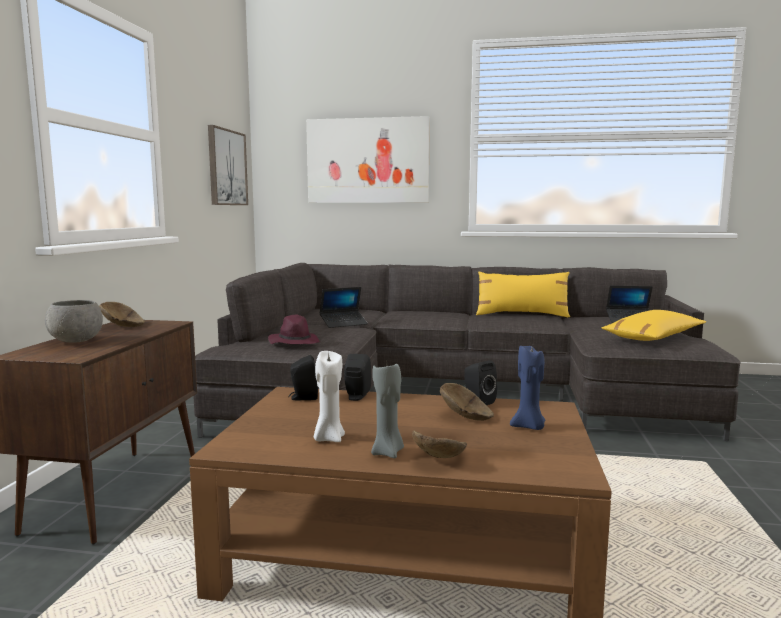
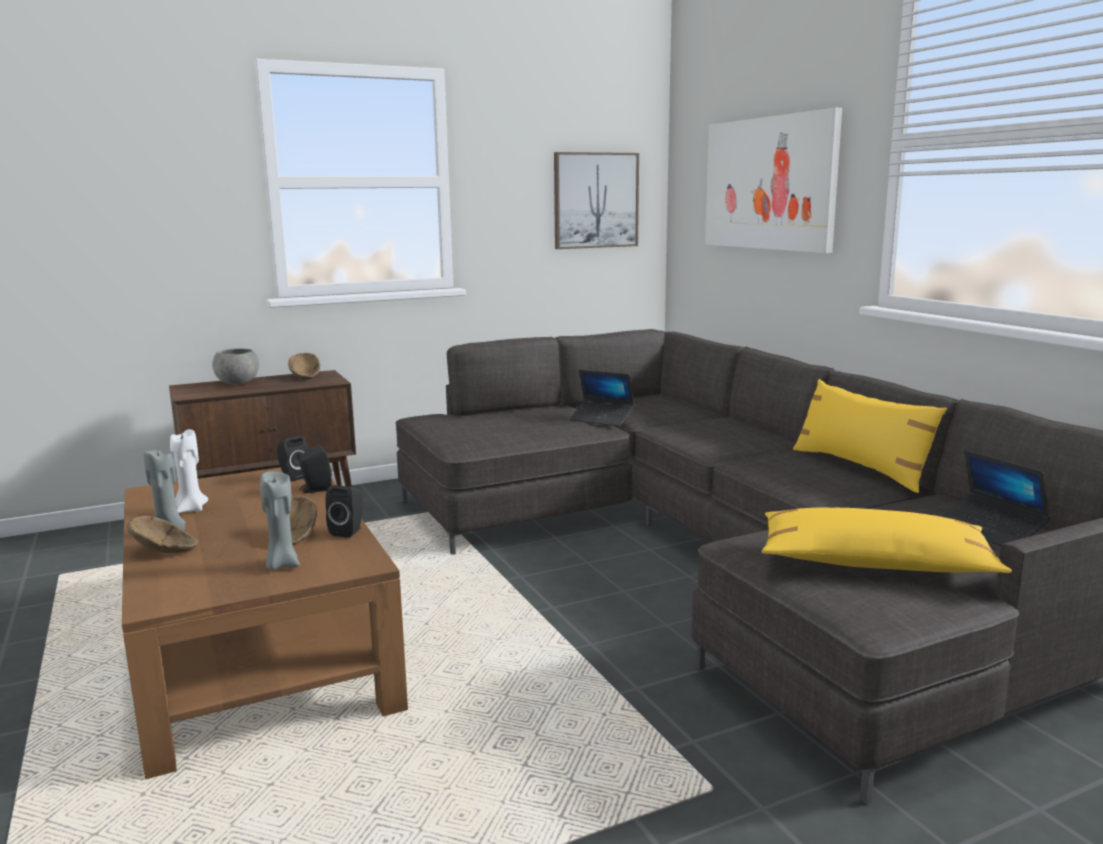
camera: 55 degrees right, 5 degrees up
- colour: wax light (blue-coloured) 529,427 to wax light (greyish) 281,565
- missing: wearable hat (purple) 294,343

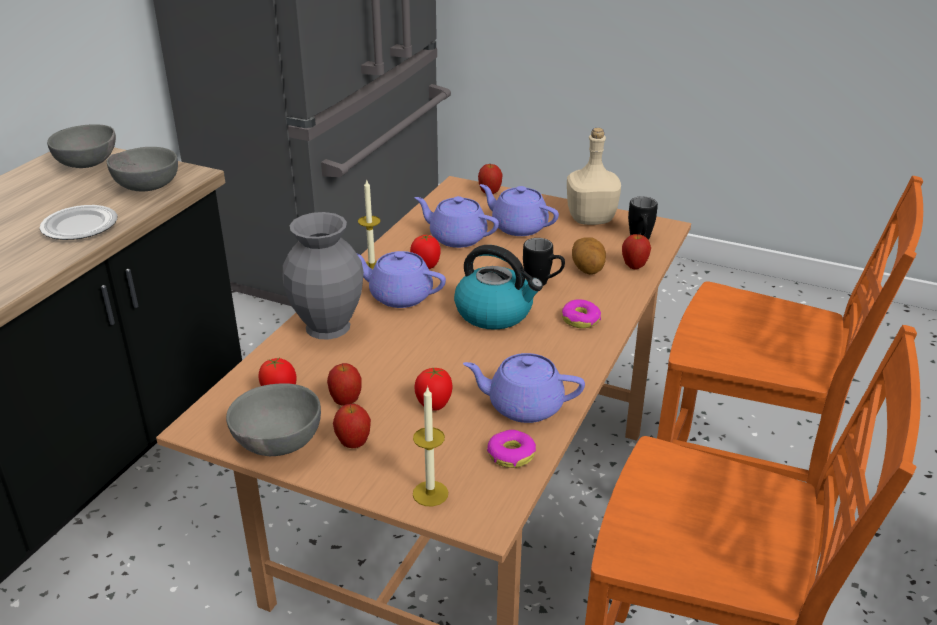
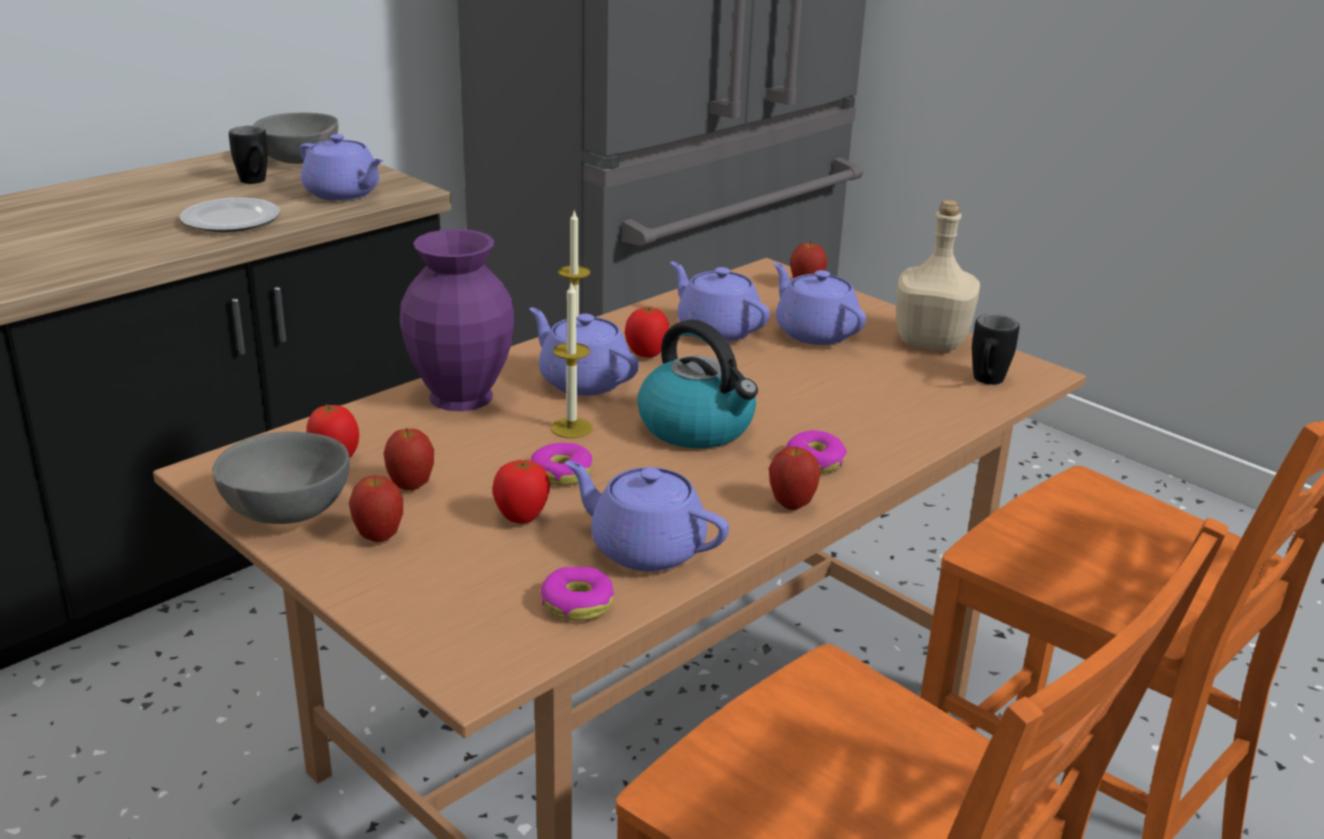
camera: 20 degrees right, 5 degrees down
- relocated: tea mug (blackish) 543,283 to 256,182
- exchanged: serving bowl (greyish) 146,187 to teapot (purple) 343,194
- colour: vase (greyish) 327,327 to vase (purple) 459,397
- appeared: doughnut 562,473
- relocated: wax light 430,493 to 571,428
- relocated: whole apple 634,266 to 791,504
- missing: spud 588,269

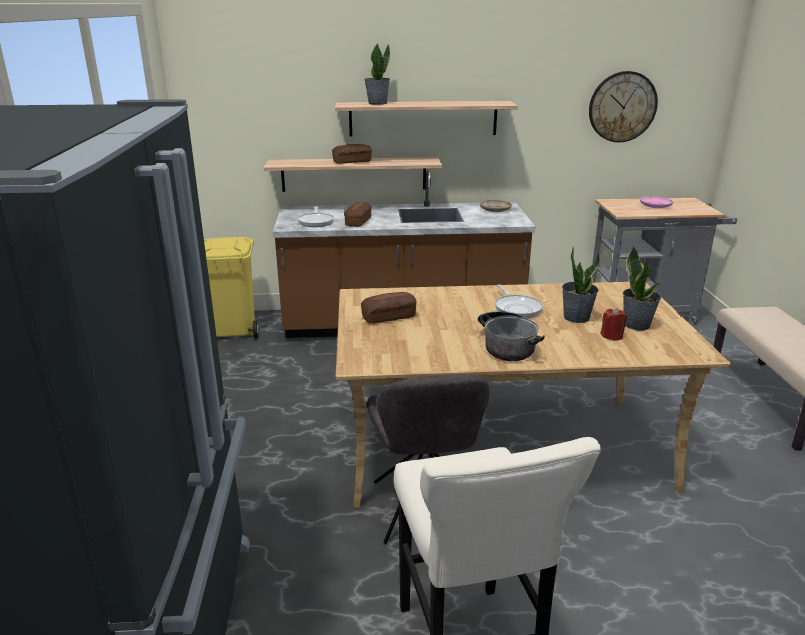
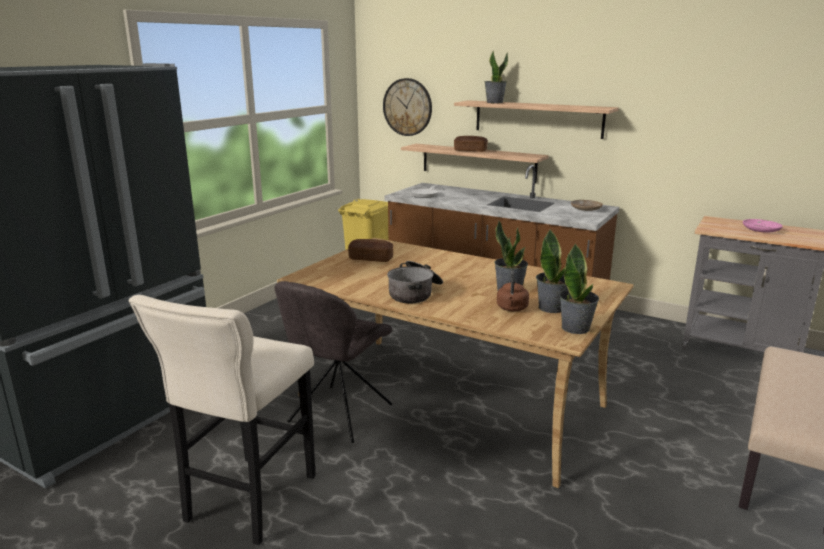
camera: 35 degrees right, 5 degrees down
- relocated: clock on the wall 622,107 to 407,107
- exchanged: wax light (red-coloured) 612,336 to tea kettle (brown) 512,309
- appeared: houseplant 576,328
- missing: baked bread 358,222
- missing: pan 517,308

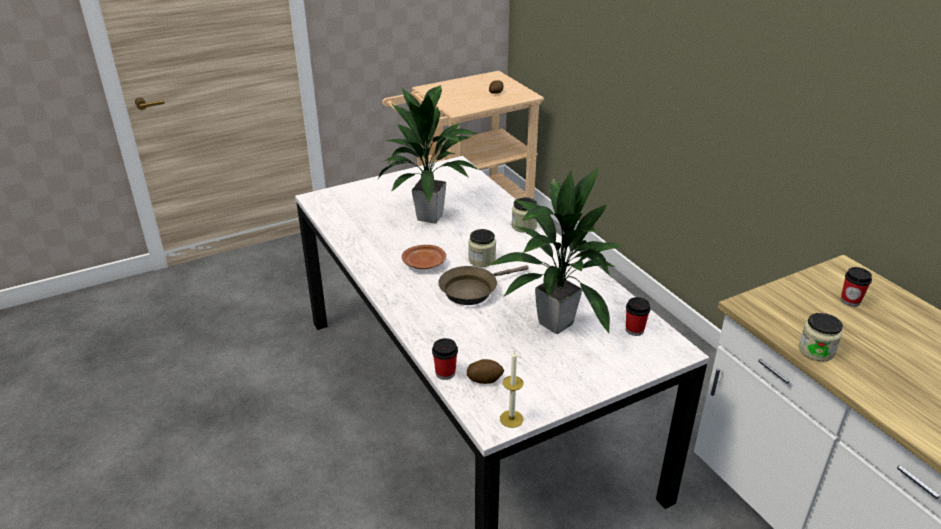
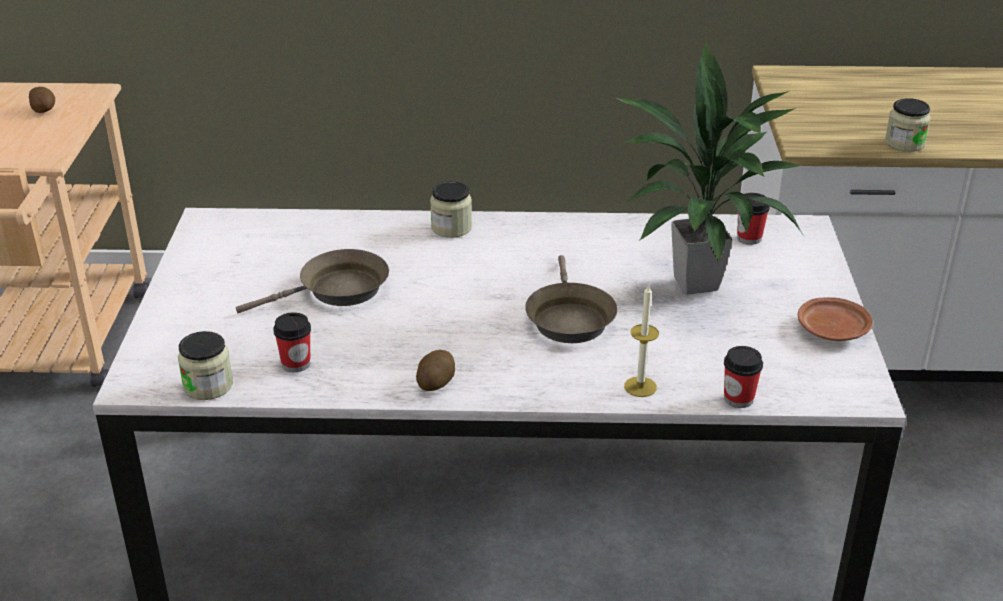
camera: 60 degrees left, 0 degrees up
- relocated: preserve jar 482,260 to 208,386
- exchanged: houseplant 431,216 to pan (brown) 337,291
- relocated: cup 850,301 to 296,363
- relocated: spud 485,379 to 436,382
- relocated: wax light 511,419 to 640,387
- relocated: dinner plate (brown) 425,263 to 832,330

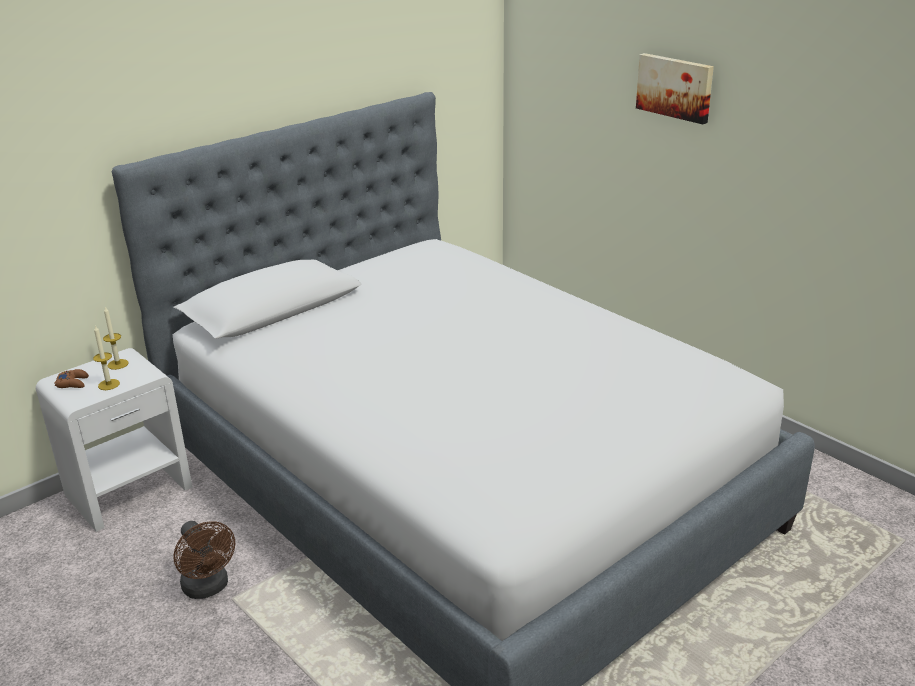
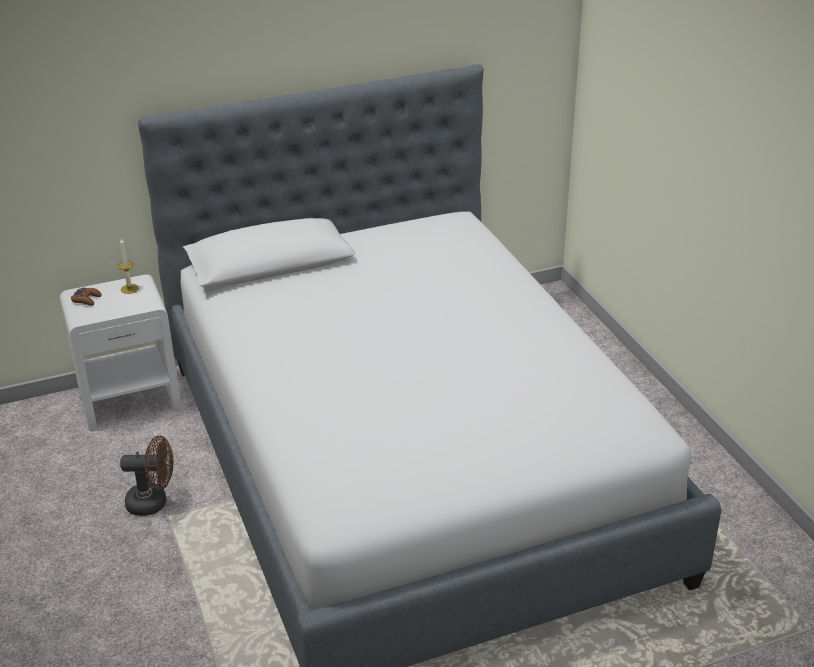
camera: 20 degrees right, 5 degrees up
- spun: cooling fan (brown) 208,588 = 153,502 75 degrees counterclockwise
- missing: wax light 109,384
- missing: wall art 675,87

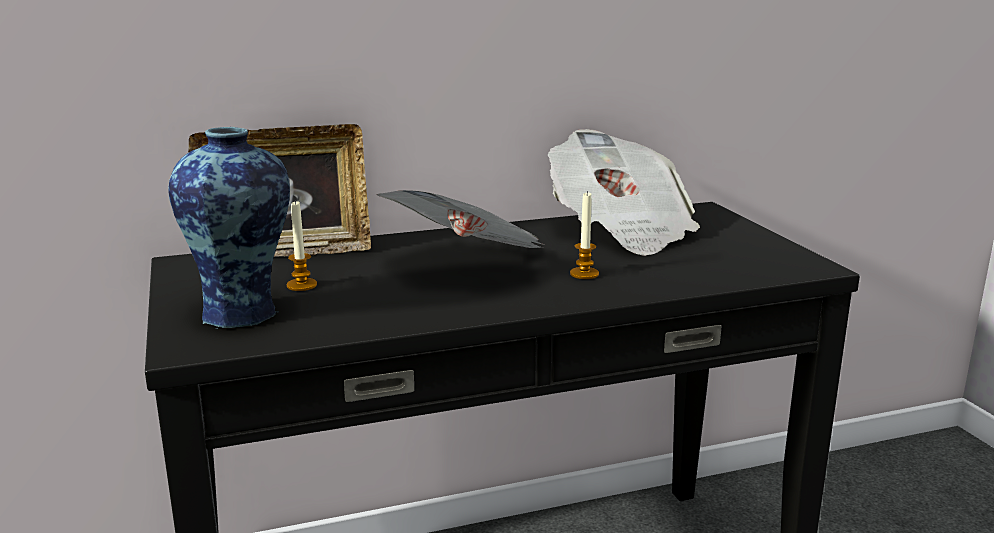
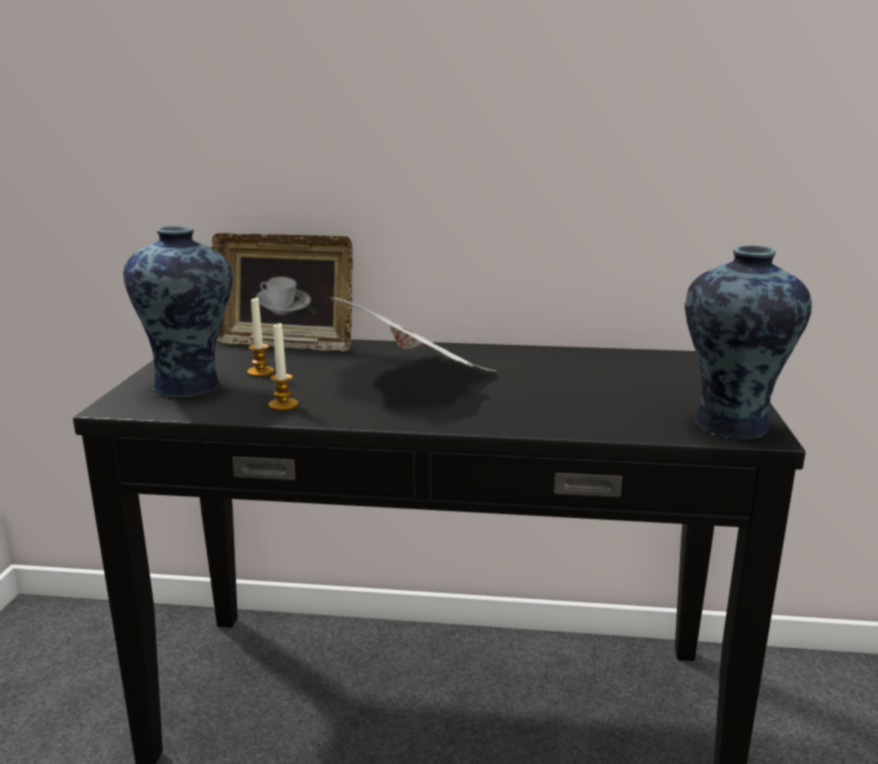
camera: 25 degrees right, 0 degrees up
- relocated: wax light 584,274 to 283,405
- appeared: vase 730,426
- missing: newspaper 621,230

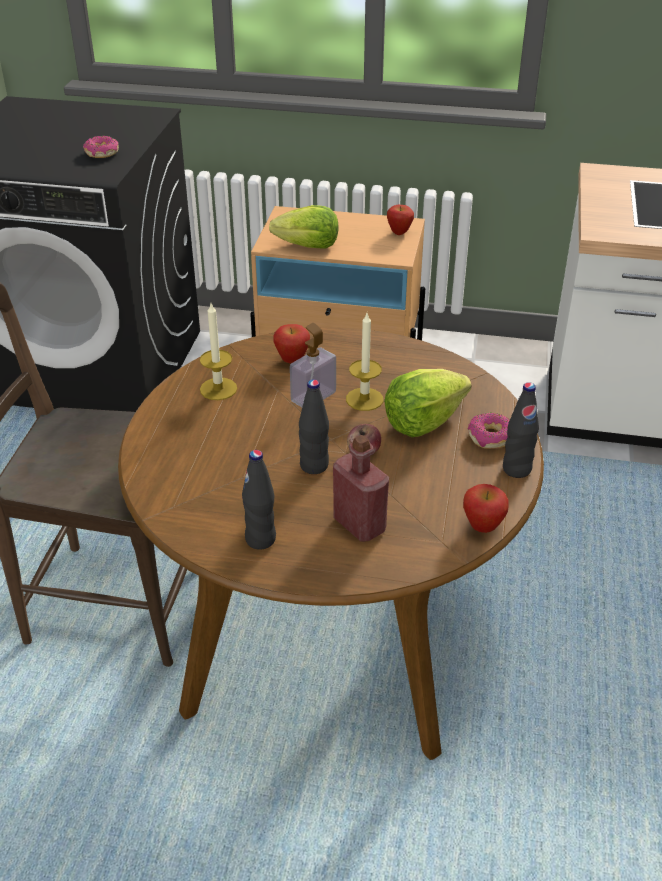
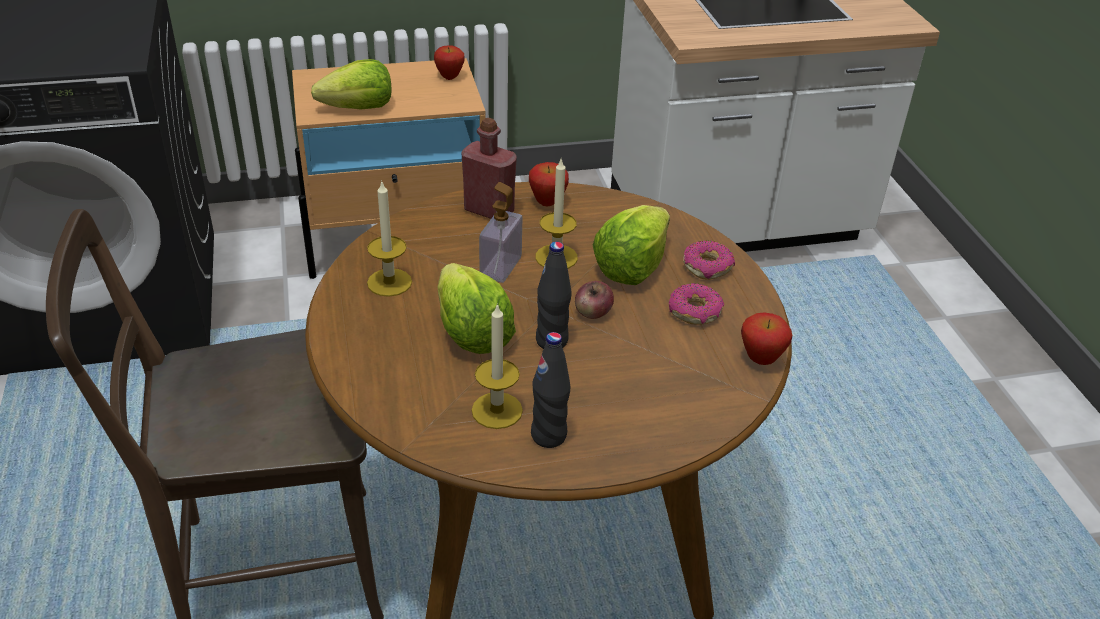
camera: 25 degrees left, 0 degrees up
- appeared: lettuce 471,333
- relocated: drink bottle (red-coloured) 359,525 to 489,210
- appeared: wax light 497,410
- relocated: whole apple 292,360 to 547,203
- relocated: doughnut 102,153 to 695,312
- missing: drink bottle (blackish) 516,469

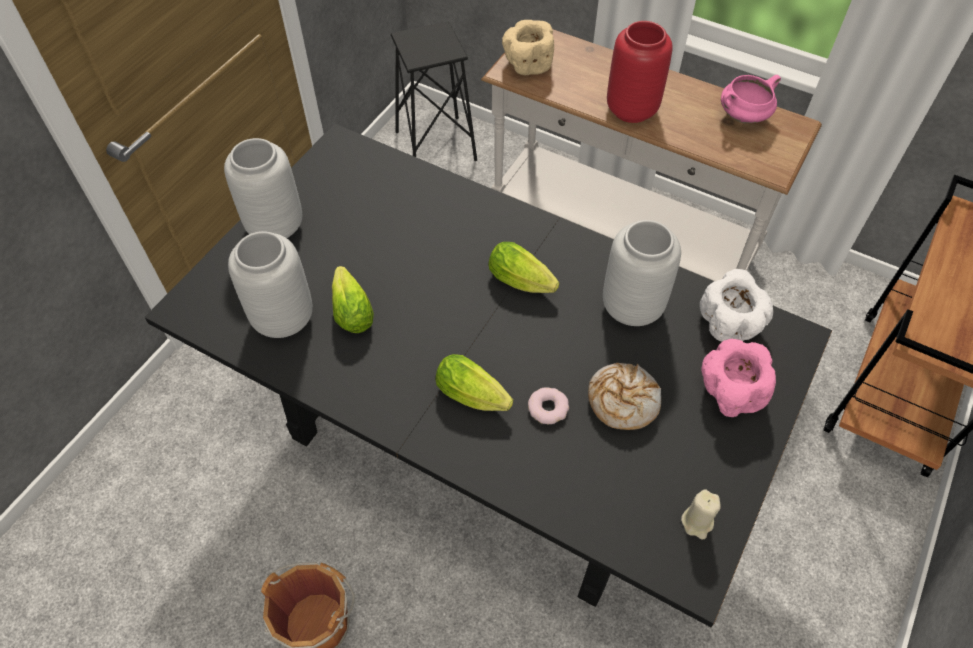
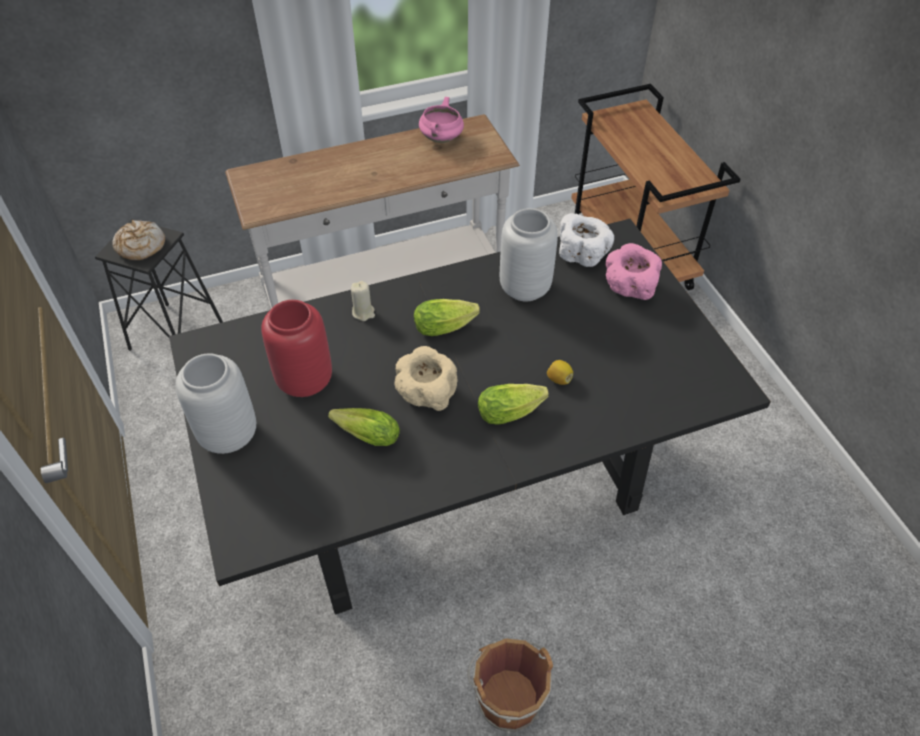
camera: 50 degrees left, 5 degrees down
- relocated: baked bread 622,401 to 140,246
- relocated: vase (red-coloured) 631,109 to 304,380
- relocated: wax light (beige-coloured) 697,522 to 363,312
- relocated: serving bowl (beige-coloured) 527,64 to 426,395
- exchanged: doughnut 548,408 to citrus fruit 559,379
- missing: vase (greyish) 282,318

